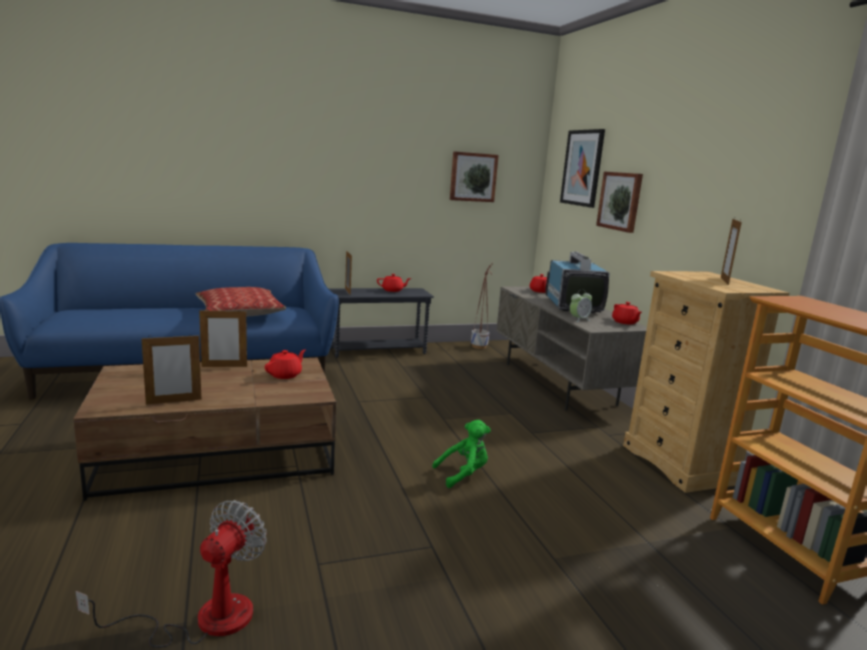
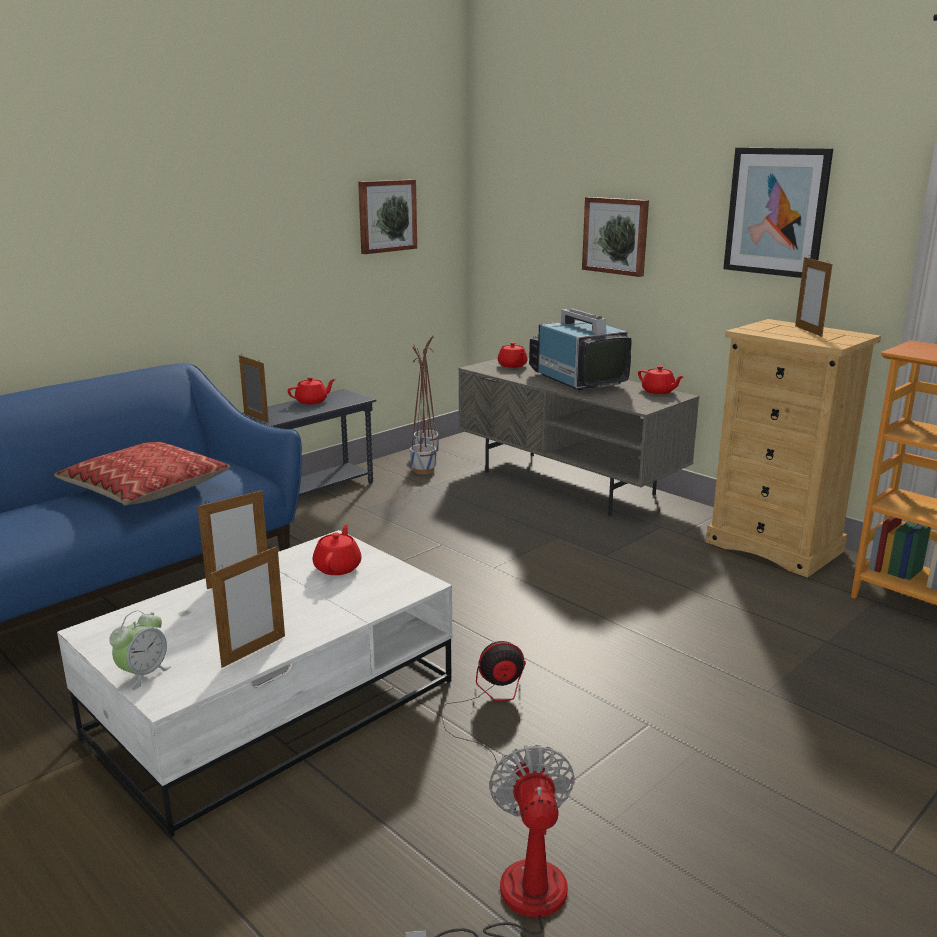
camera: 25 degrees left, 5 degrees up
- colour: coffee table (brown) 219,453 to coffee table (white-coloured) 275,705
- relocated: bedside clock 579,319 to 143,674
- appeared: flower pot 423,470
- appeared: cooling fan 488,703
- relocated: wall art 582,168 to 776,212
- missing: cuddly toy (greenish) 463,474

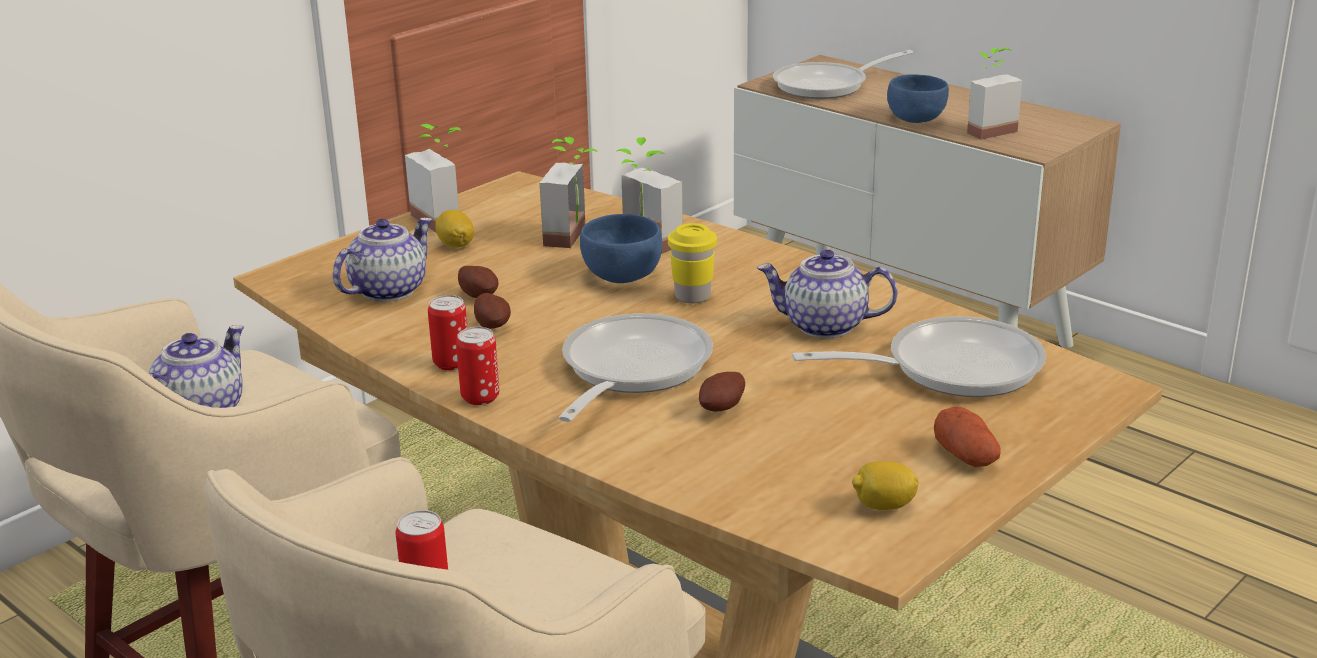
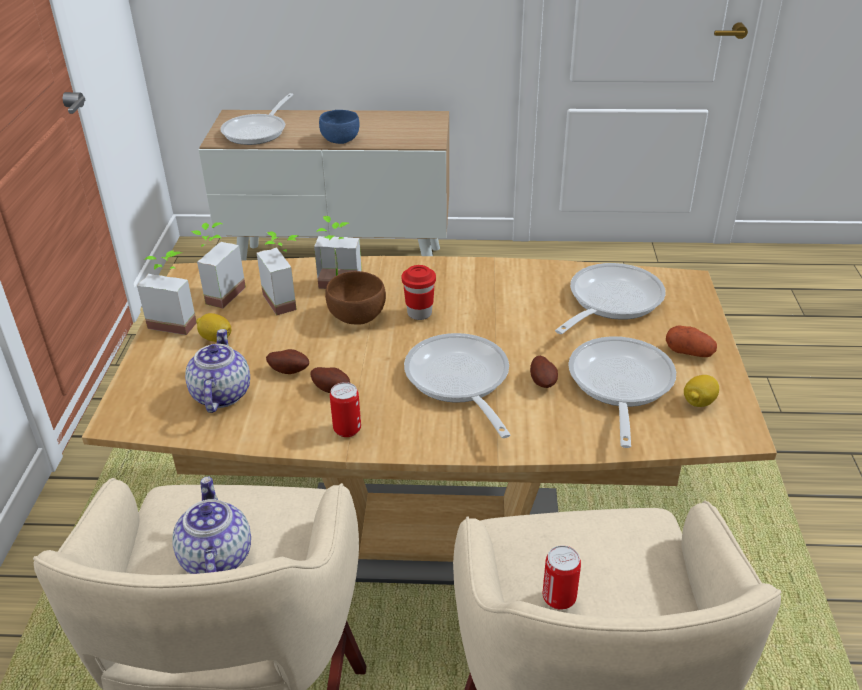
camera: 40 degrees left, 10 degrees up
- relocated: houseplant 986,129 to 218,293
- colour: serving bowl (blue-coloured) 623,275 to serving bowl (brown) 357,316
- colour: cup (yellow-coloured) 692,296 to cup (red-coloured) 419,313
- appeared: pan 619,385
- missing: metal can 480,397
- missing: teapot 824,326

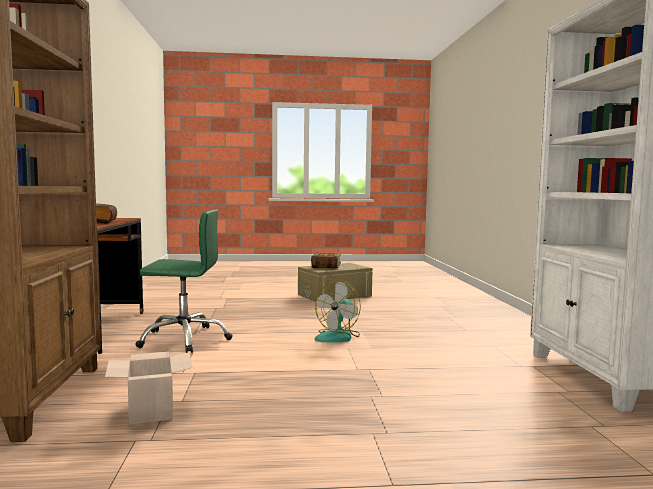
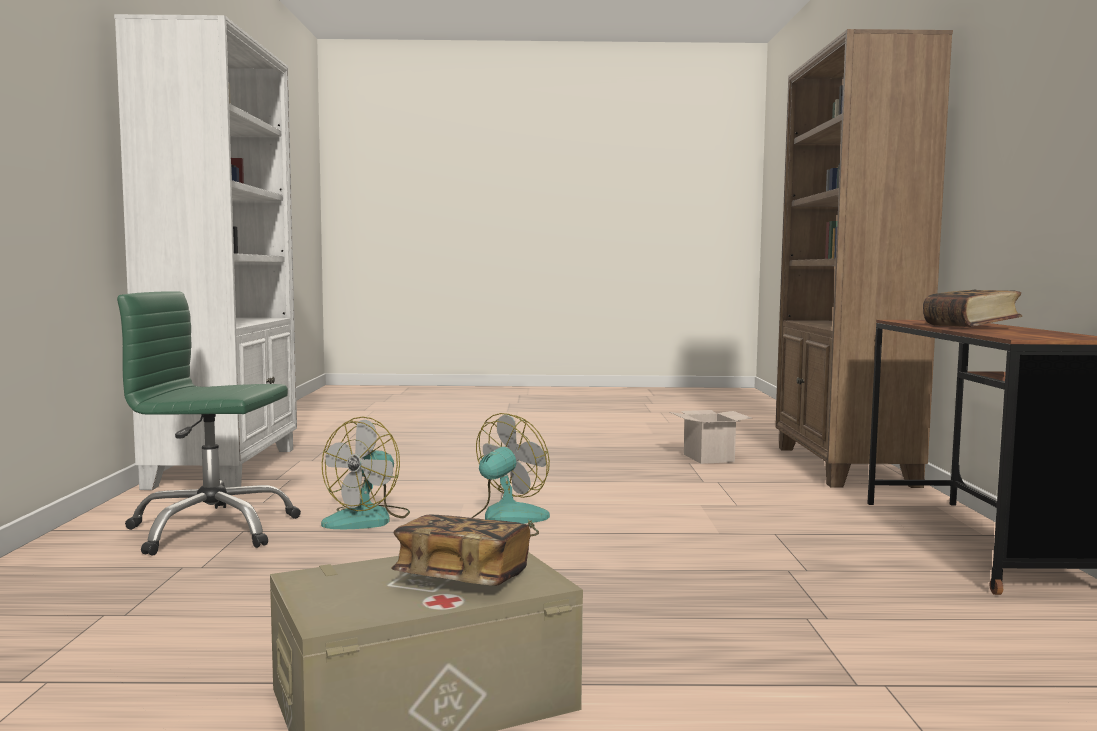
camera: 175 degrees left, 0 degrees up
- relocated: desk chair (greenish) 184,339 to 212,530
- appeared: cooling fan 368,519

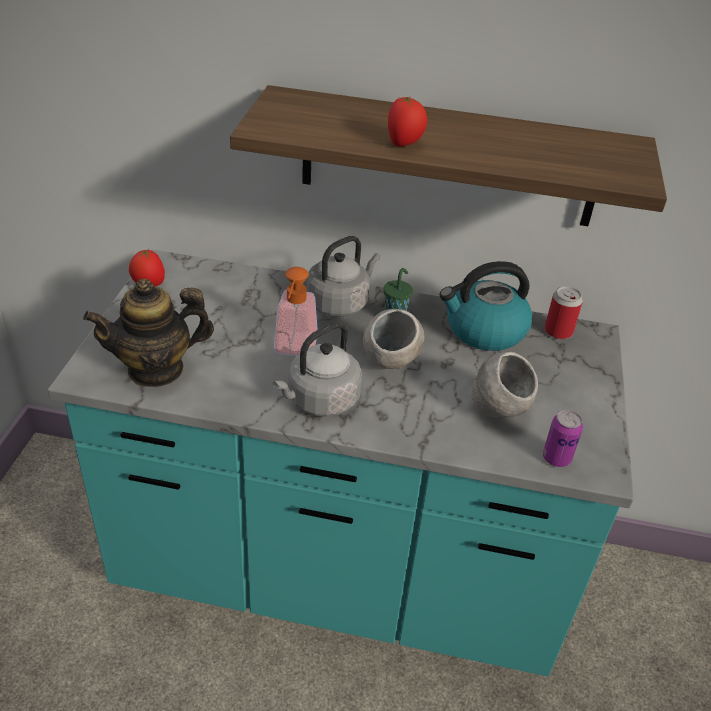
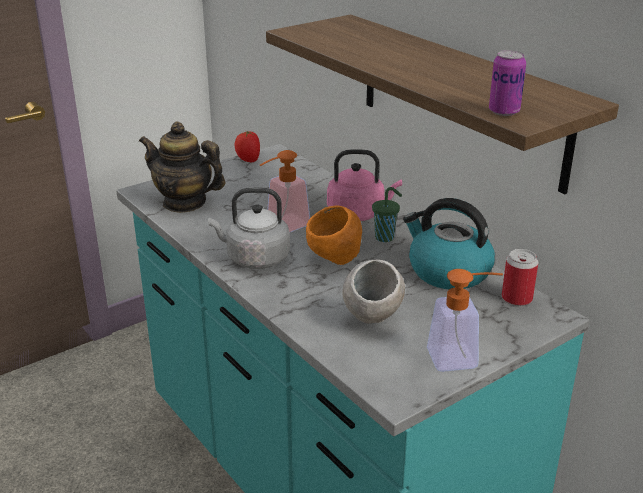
camera: 45 degrees right, 10 degrees down
- colour: serving bowl (greyish) 390,366 to serving bowl (orange-coloured) 334,261
- colour: tea kettle (greyish) 340,303 to tea kettle (pinkish) 359,213
- appeared: soap dispenser 461,357
- relocated: metal can 556,458 to 504,111
- missing: fresh tomato 404,144

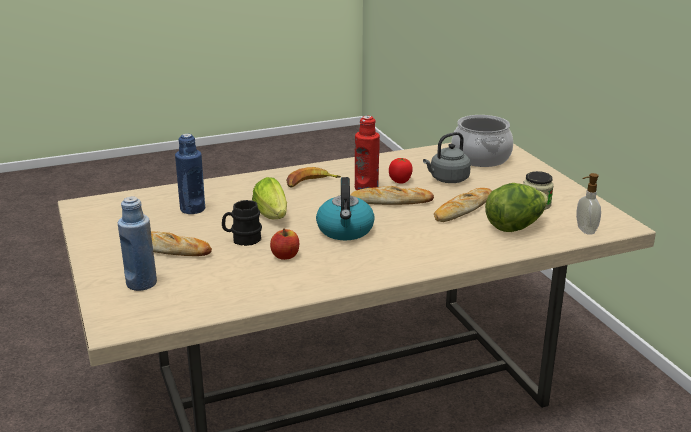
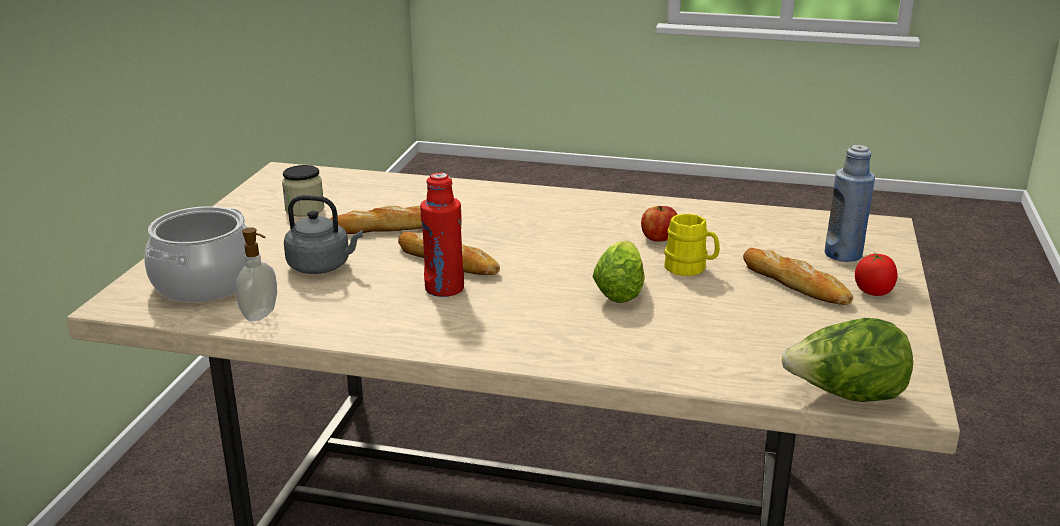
camera: 145 degrees left, 0 degrees up
- relocated: soap dispenser 585,230 to 261,315
- colour: tea mug (blackish) 242,239 to tea mug (yellow-coloured) 690,269
- relocated: lettuce 515,226 to 845,396
- relocated: fresh tomato 400,181 to 873,292
- missing: drink bottle (blue-coloured) 192,209
- missing: banana 310,183
- missing: tea kettle 345,230

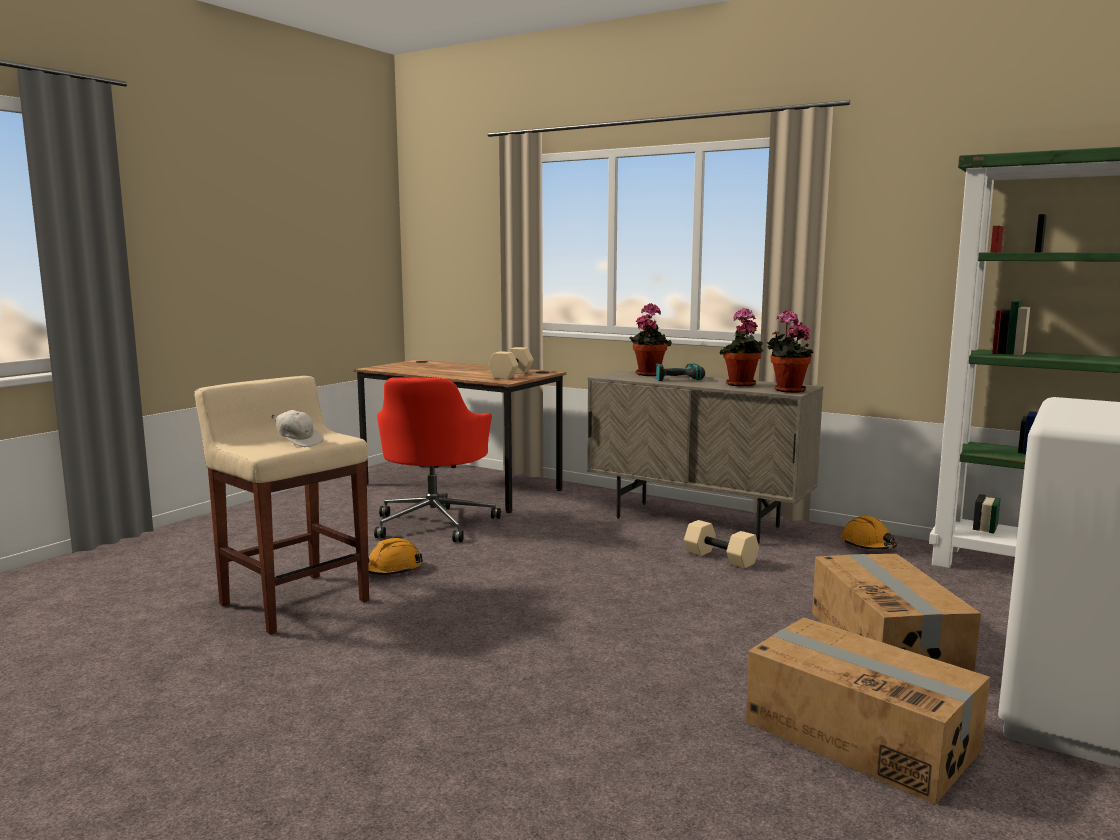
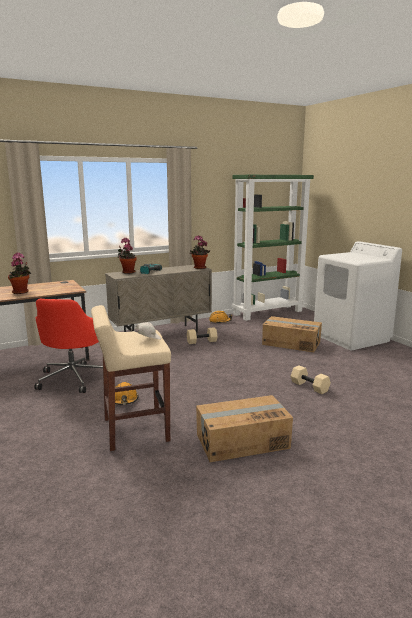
camera: 60 degrees left, 5 degrees up
- relocated: houseplant 741,385 to 21,292
- spun: desk chair (red-coloured) 435,523 = 74,378 60 degrees clockwise
- relocated: cardboard box 860,735 to 242,441
- relocated: dumbbell (beige-coloured) 512,375 to 310,386

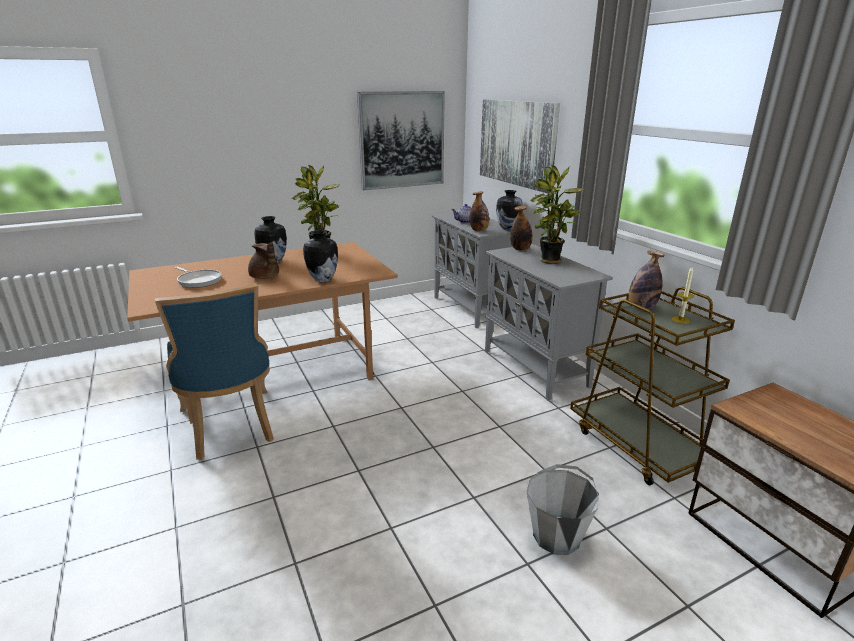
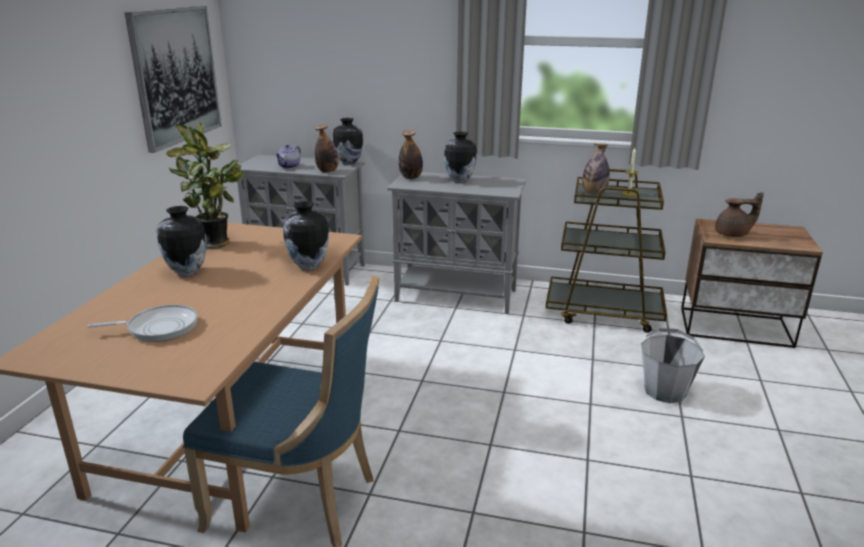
camera: 50 degrees left, 0 degrees up
- exchanged: houseplant 550,261 to vase 459,180
- relocated: teapot (brown) 265,277 to 733,234
- missing: wall art 517,143

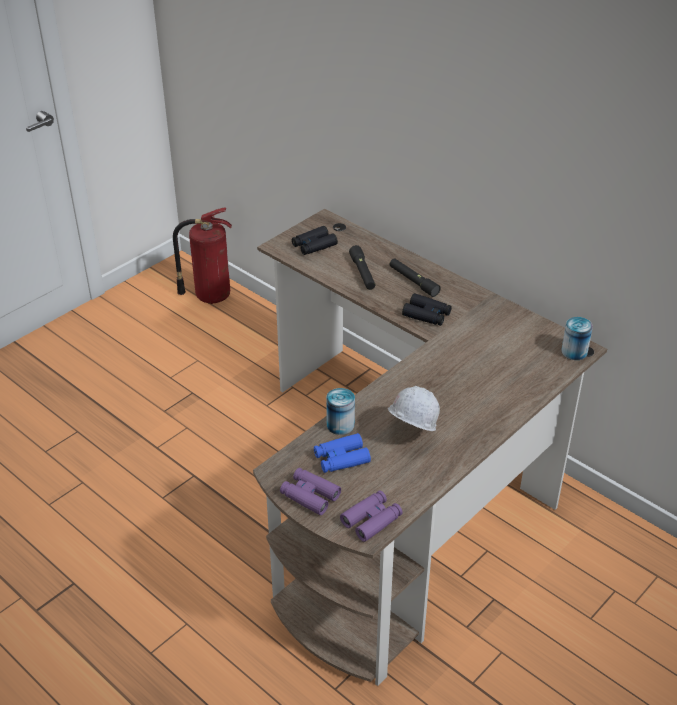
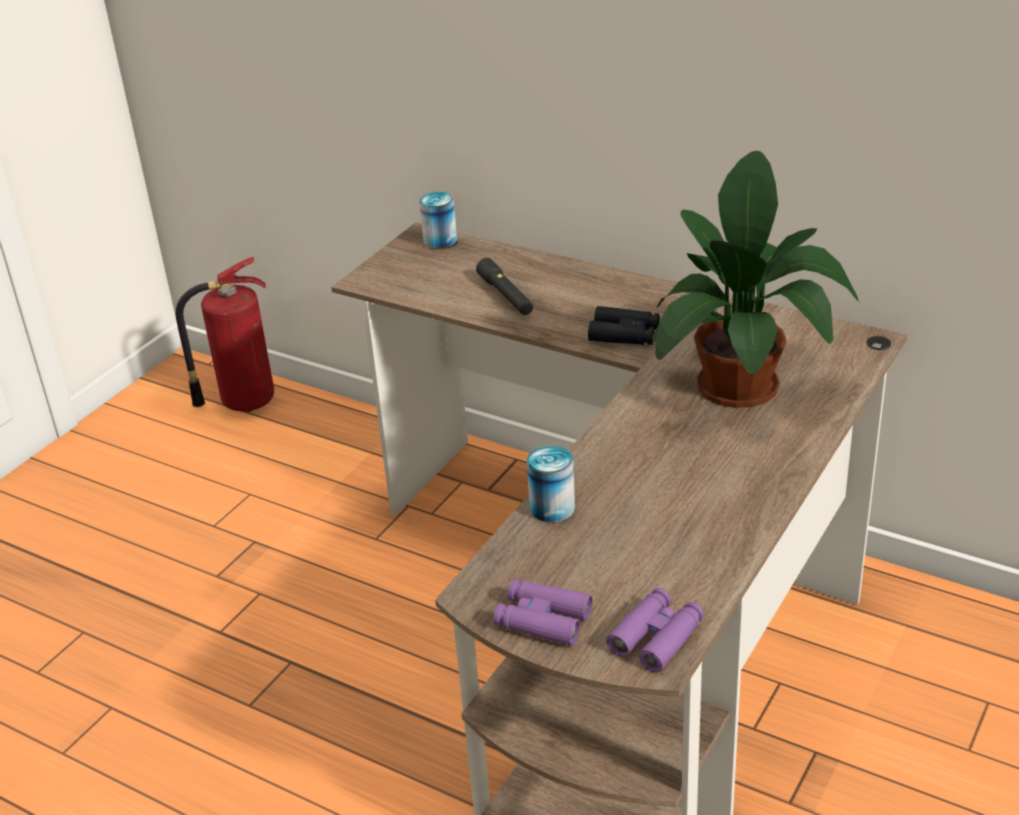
camera: 10 degrees left, 5 degrees down
- relocated: metal can 574,352 to 440,240
- appeared: houseplant 743,381
- missing: binoculars (blackish) 314,245
- missing: binoculars (blue-coloured) 341,458
- missing: hard hat (white-coloured) 410,435
- missing: hand torch (blackish) 413,281

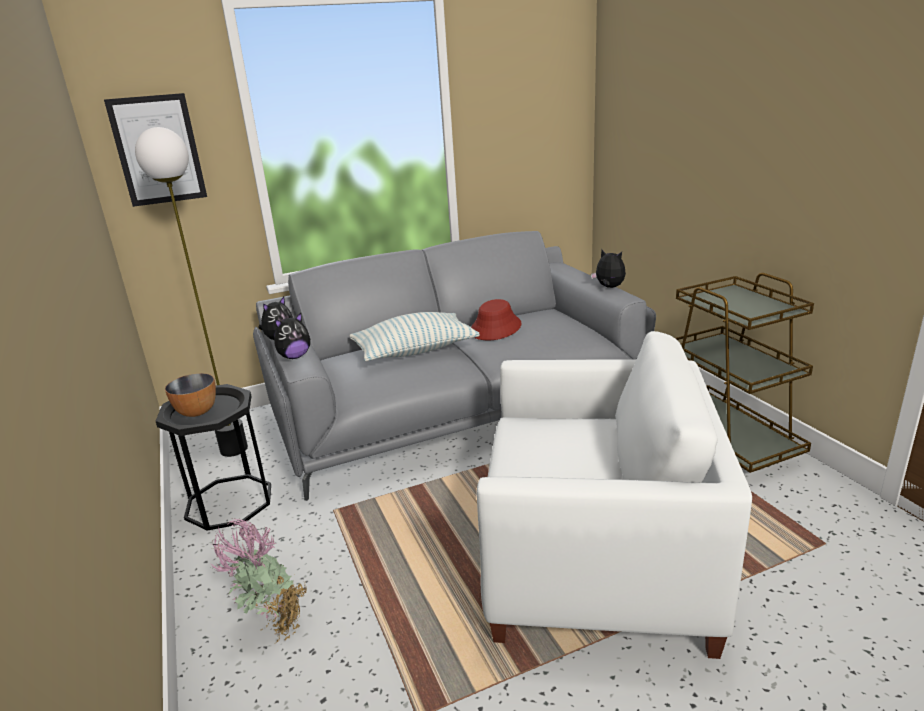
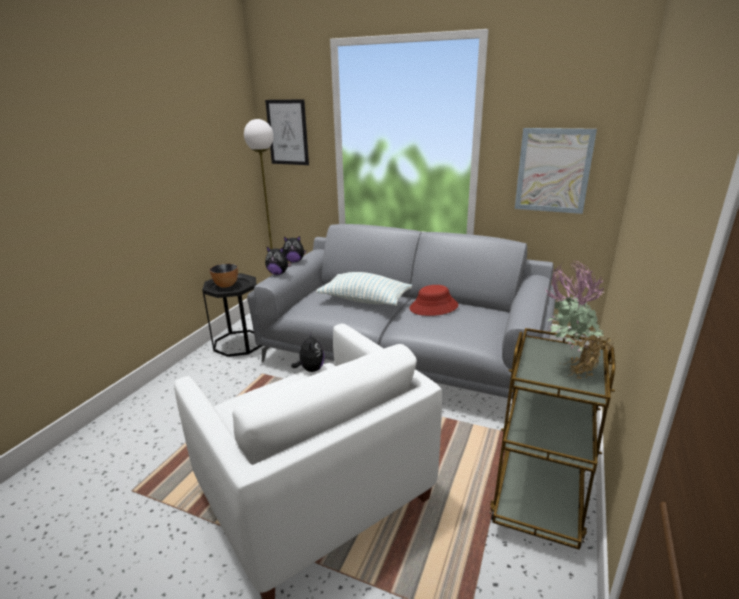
camera: 45 degrees right, 0 degrees up
- relocated: cuddly toy 609,287 to 310,369
- appeared: wall art 553,170
- relocated: houseplant 273,626 to 569,367

